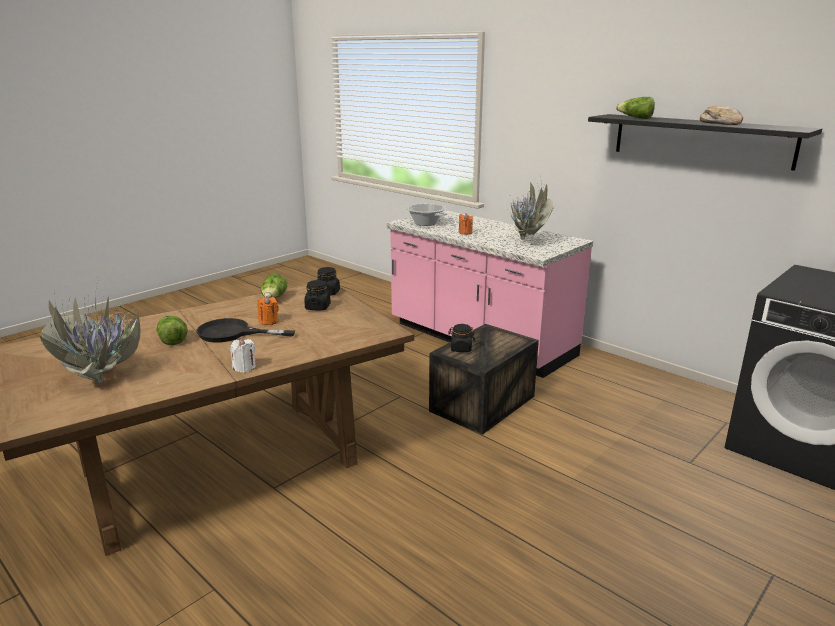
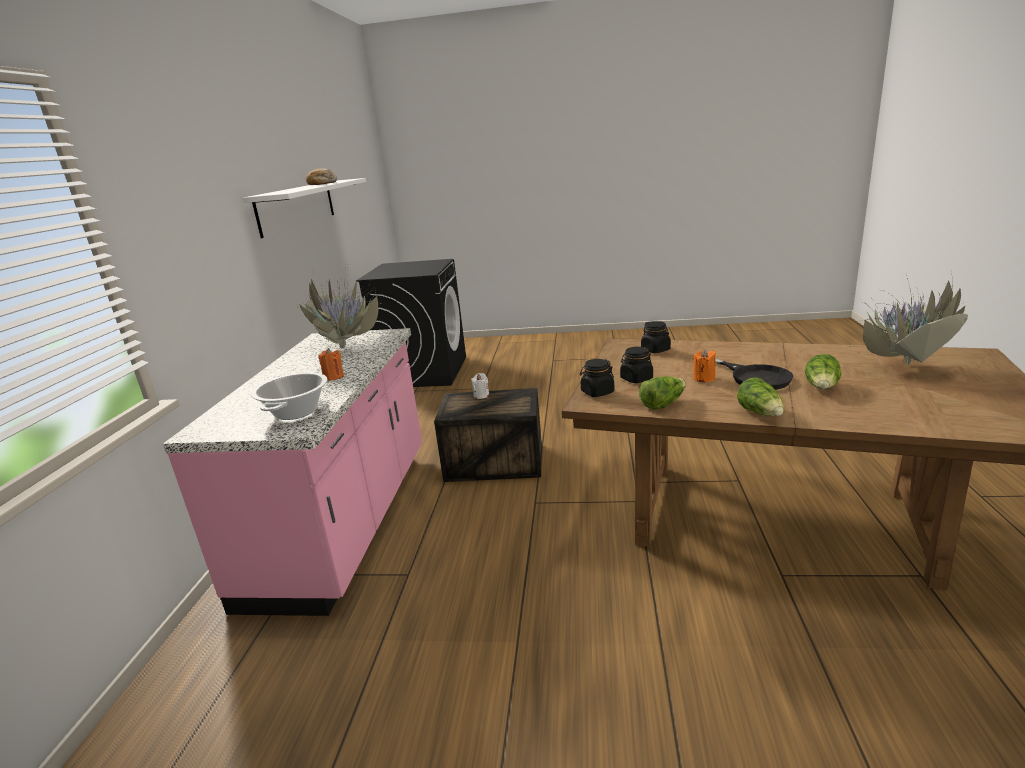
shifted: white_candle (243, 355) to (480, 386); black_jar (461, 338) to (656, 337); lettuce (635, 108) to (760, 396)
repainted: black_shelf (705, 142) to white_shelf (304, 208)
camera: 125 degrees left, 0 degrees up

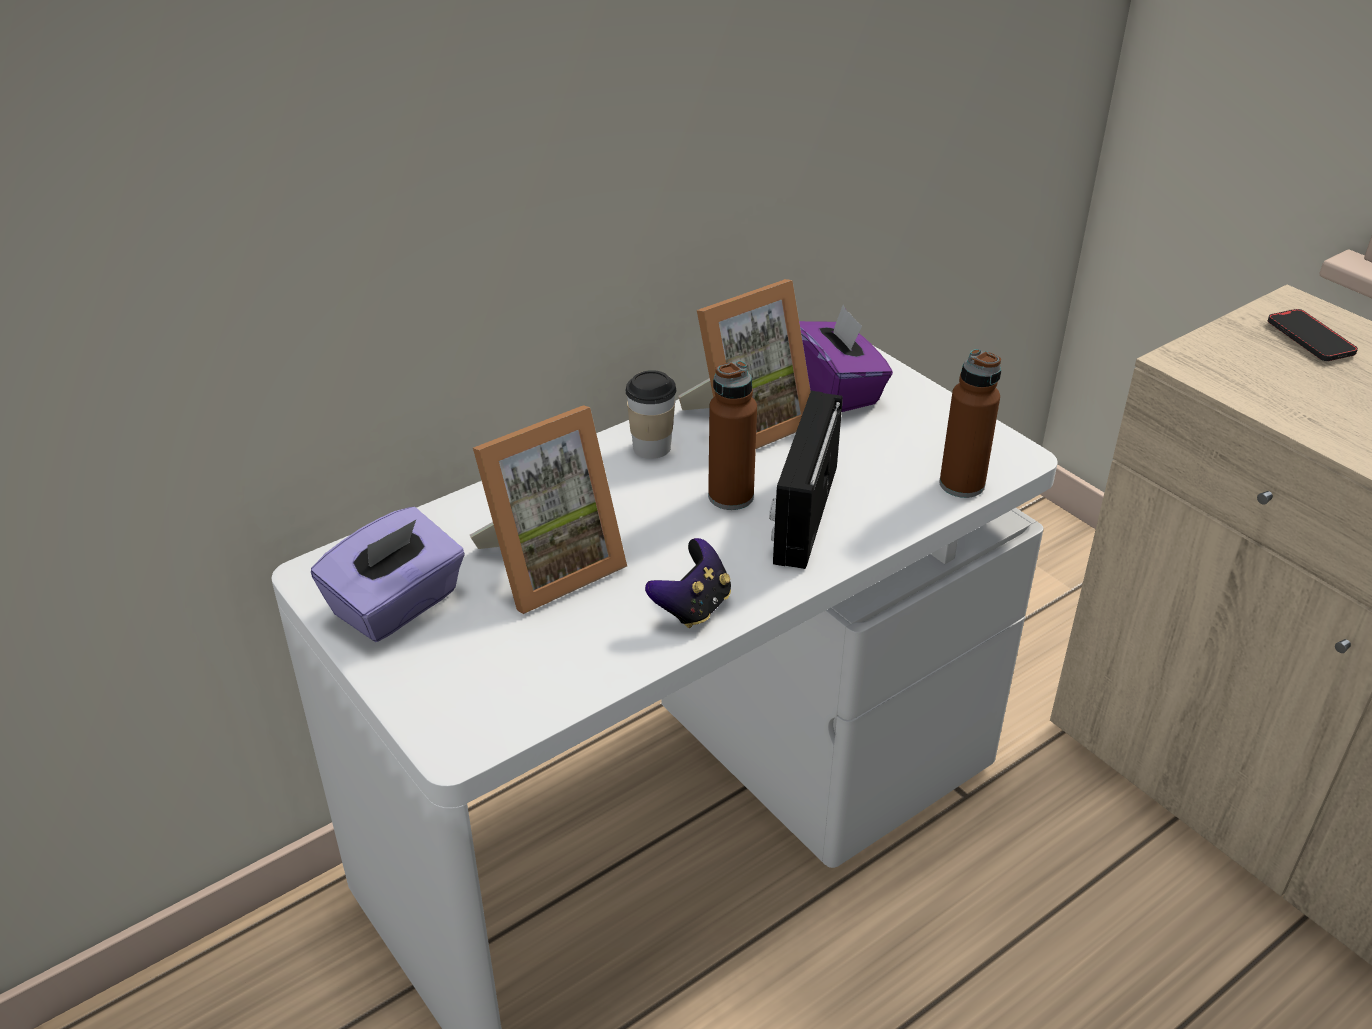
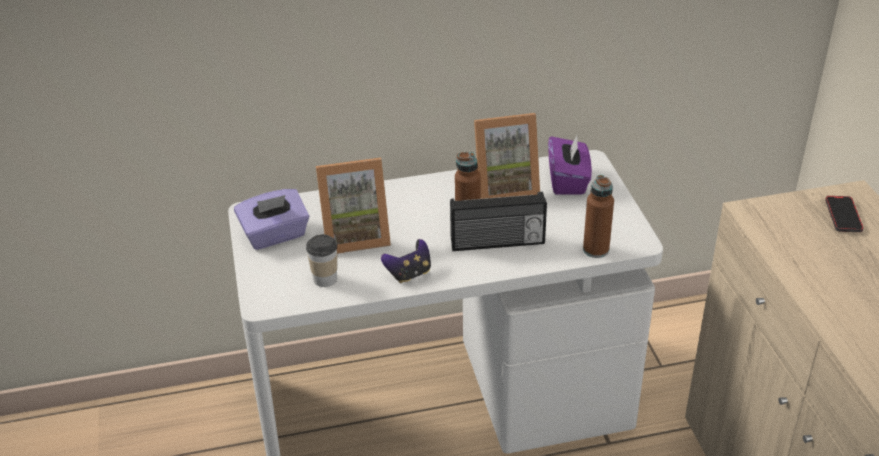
shifted: cup (650, 414) to (321, 260)
rotated: radio (806, 480) = (498, 221) 135 degrees counterclockwise
camera: 25 degrees right, 0 degrees up

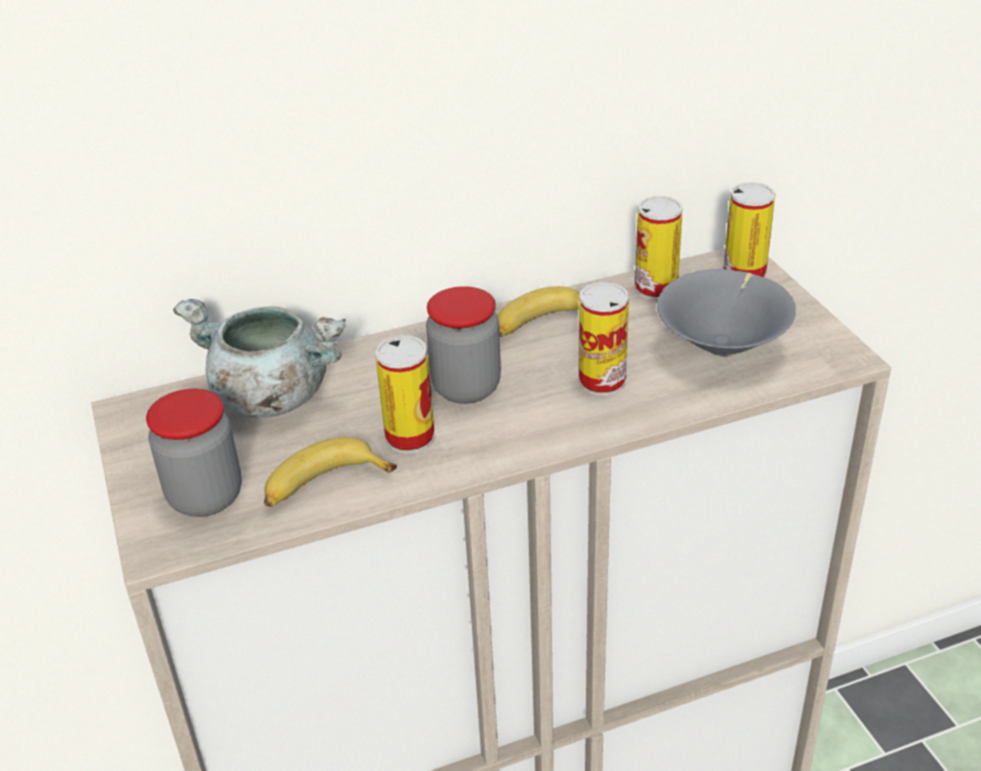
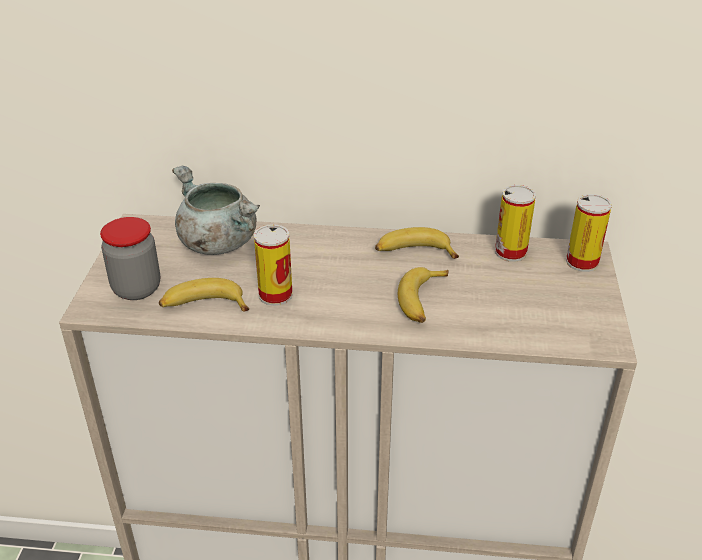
gone: jar (463, 345); grey_bowl (726, 313)
swapped: can (604, 339) to banana (423, 295)
camera: 25 degrees right, 0 degrees up

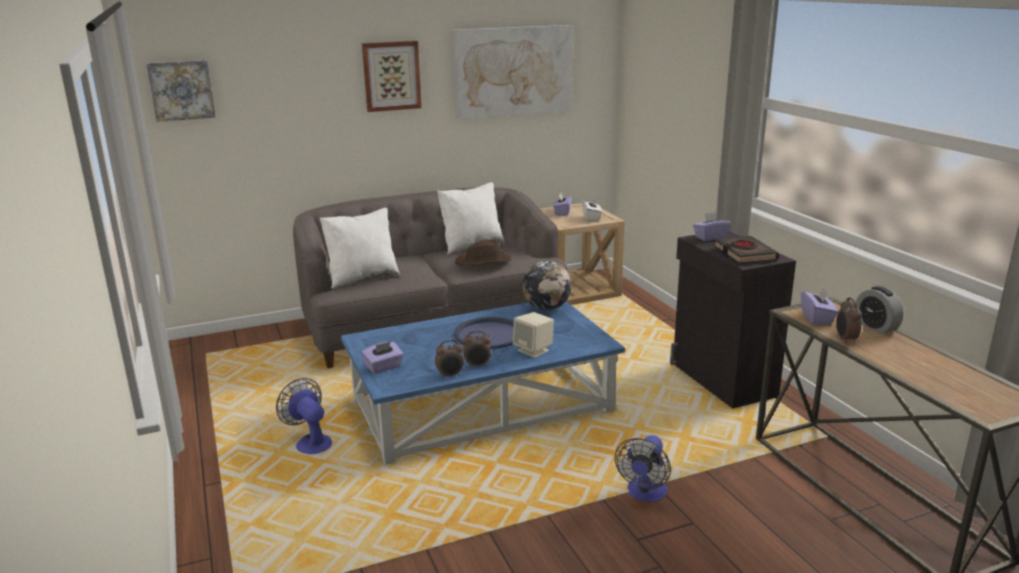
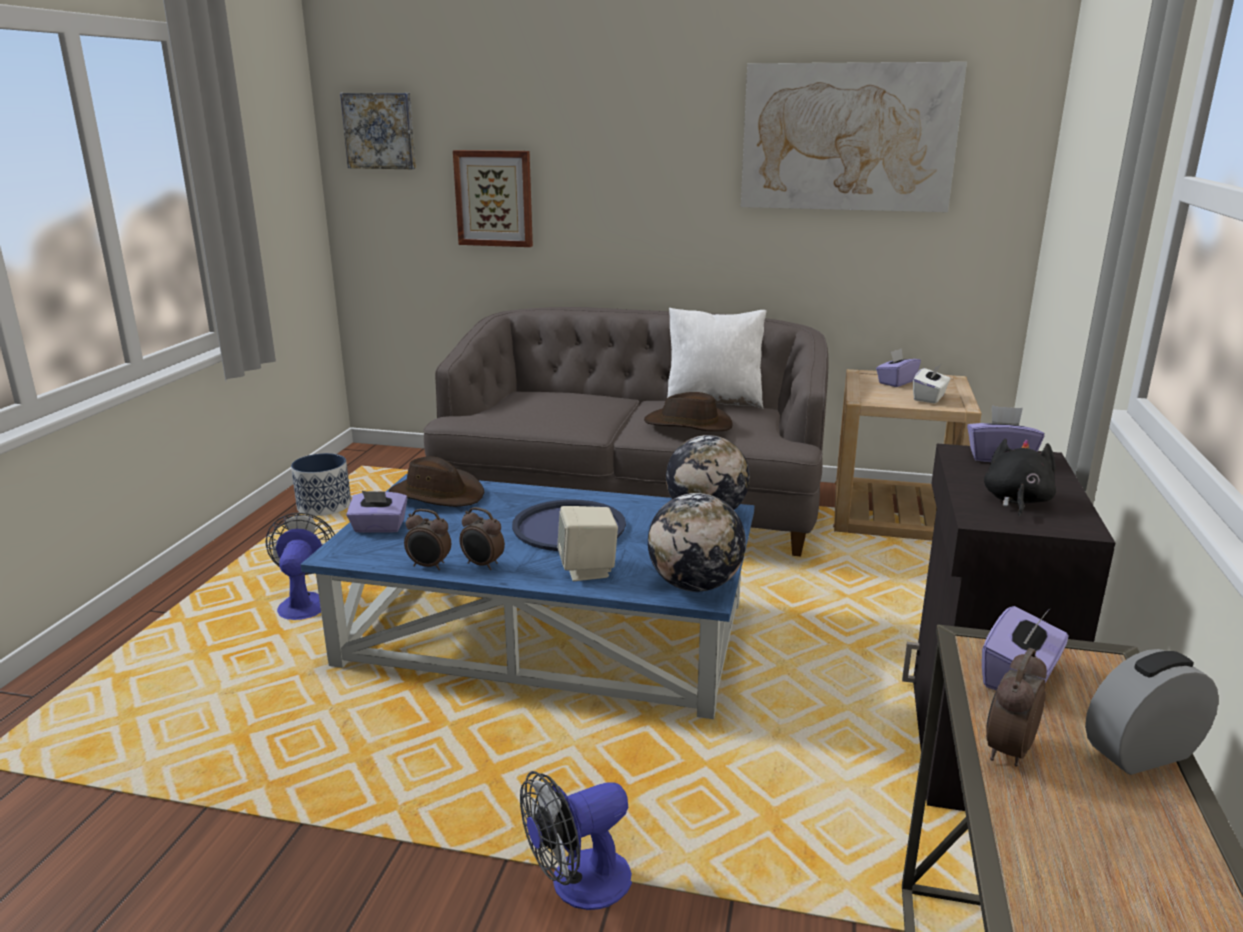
gone: white_pillow (360, 248)
new: planter (321, 484); brown_hat (436, 481); globe (697, 542)
shifted: picture (392, 76) to (493, 198)
swapped: black_book (746, 249) to black_plush_toy (1020, 478)
rotated: alarm_clock (880, 310) = (1152, 712) 60 degrees clockwise
camera: 35 degrees right, 0 degrees up

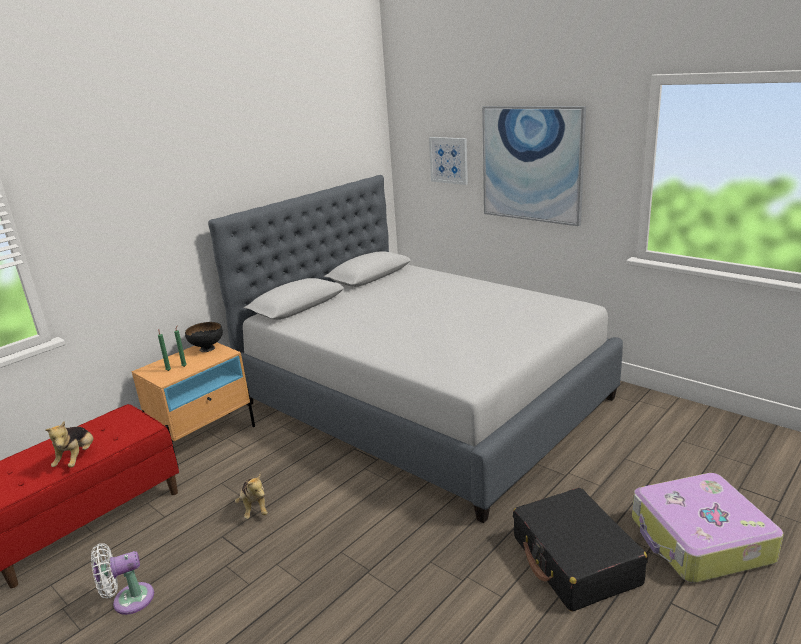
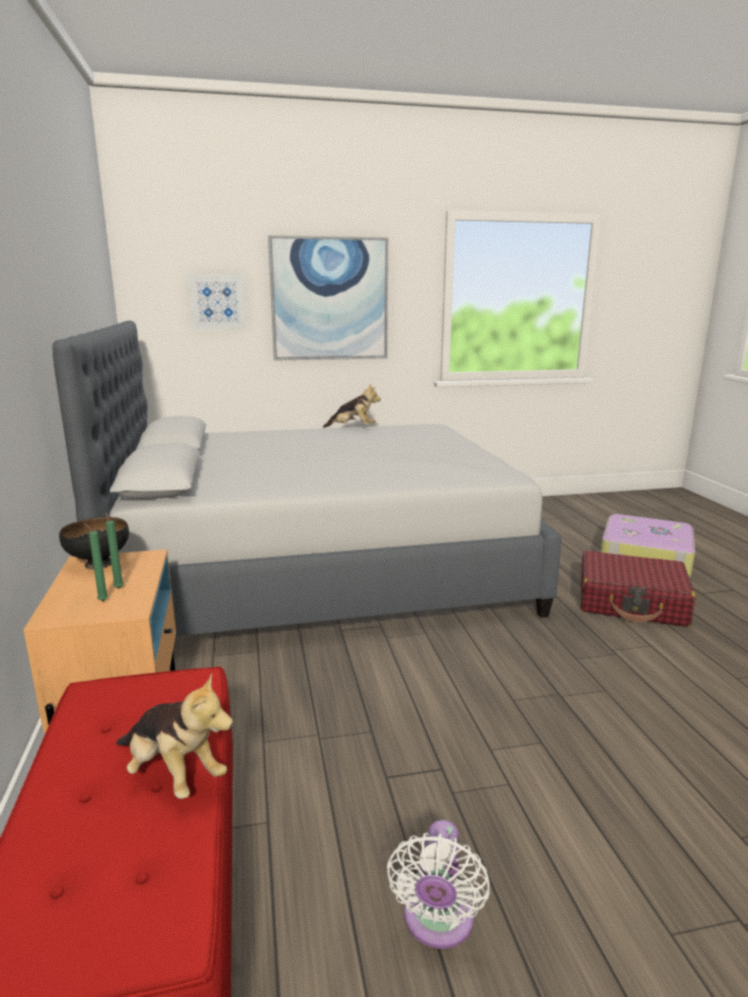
shifted: plush_toy (251, 496) to (352, 406)
repainted: black_suitcase (580, 550) to red_suitcase (638, 588)
camera: 55 degrees left, 5 degrees down

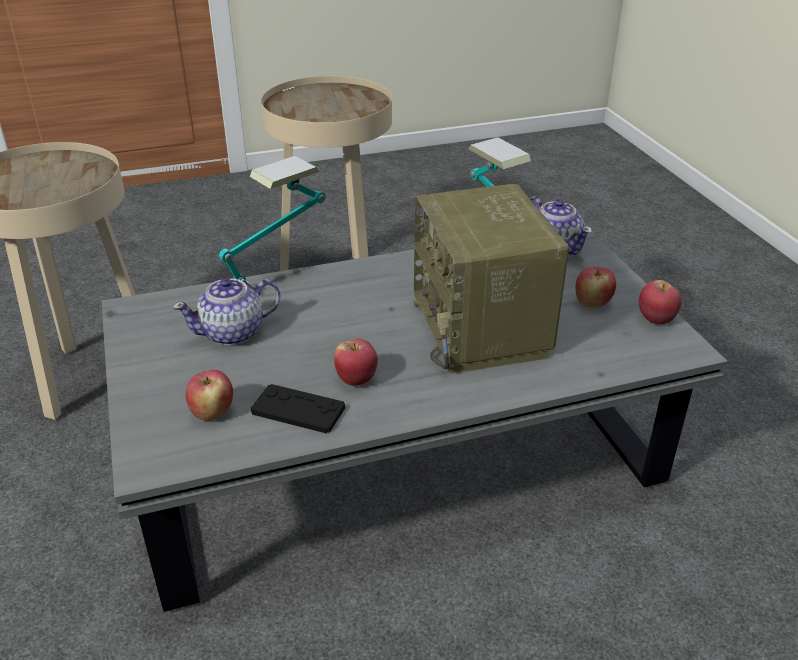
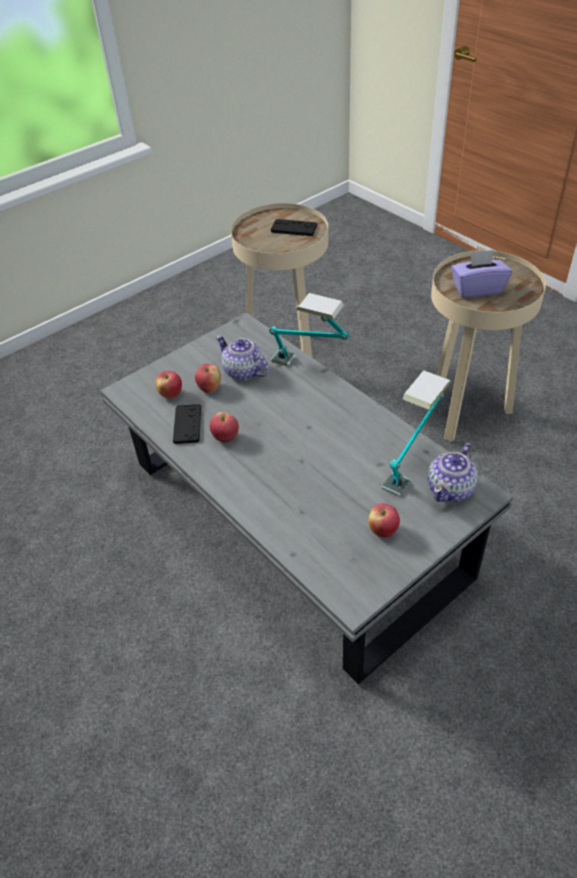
gone: radio (491, 279)
new: black_game_controller (294, 227); purple_tissue_box (481, 274)
shifted: apple (660, 302) to (208, 378)
camera: 70 degrees right, 10 degrees up

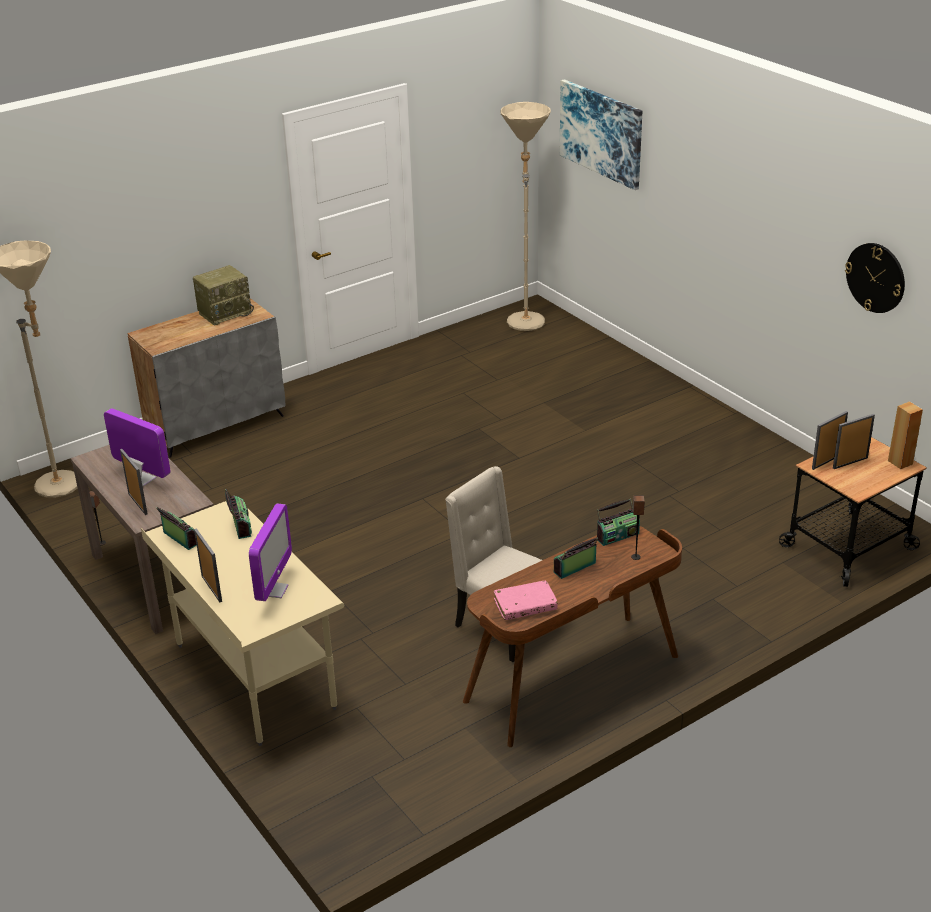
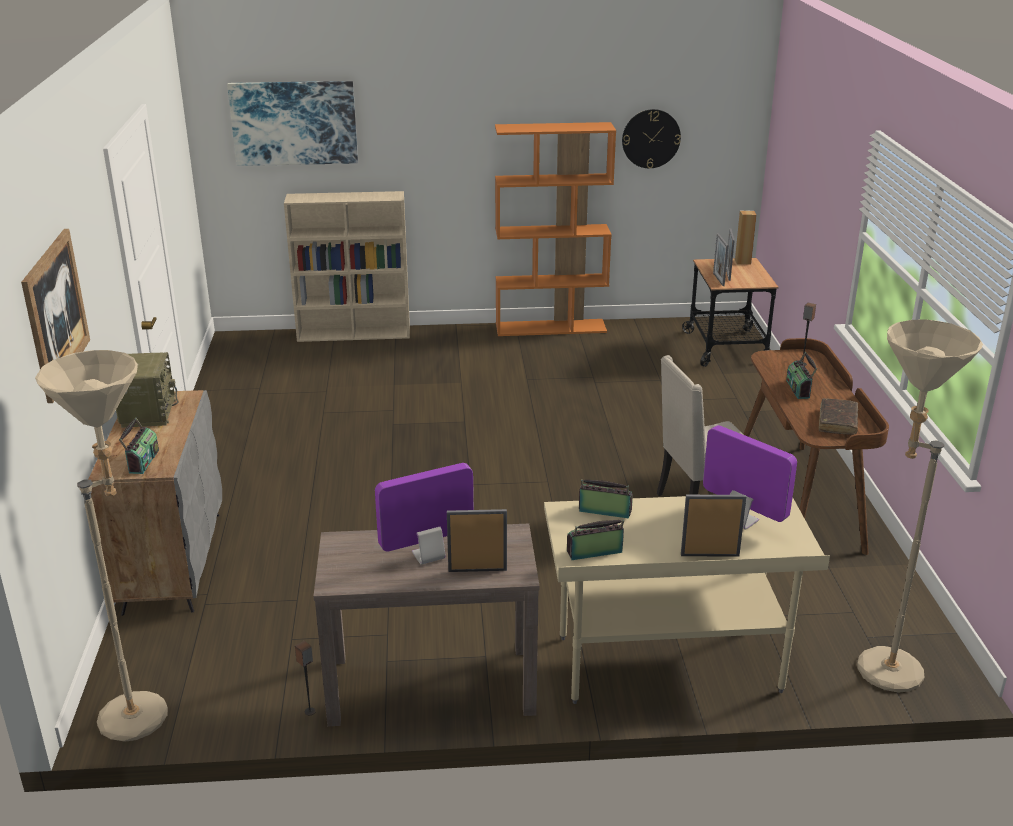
new: picture (55, 316); beige_bookcase (347, 266); orange_bookcase (555, 229)
shifted: beige_floor_lamp (525, 216) to (920, 506); radio (618, 522) to (139, 446)
repainted: pink_book (526, 600) to brown_book (838, 416)
camera: 60 degrees left, 5 degrees down

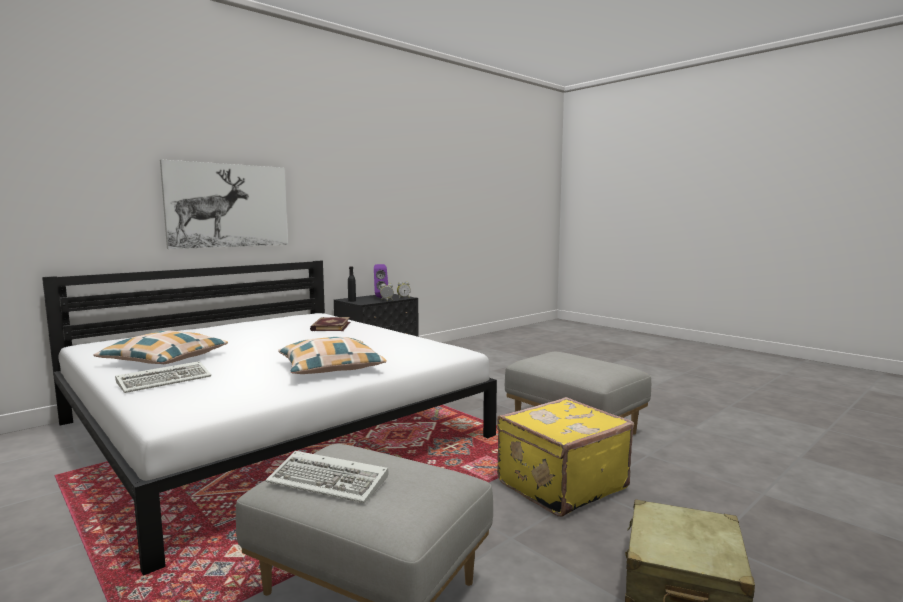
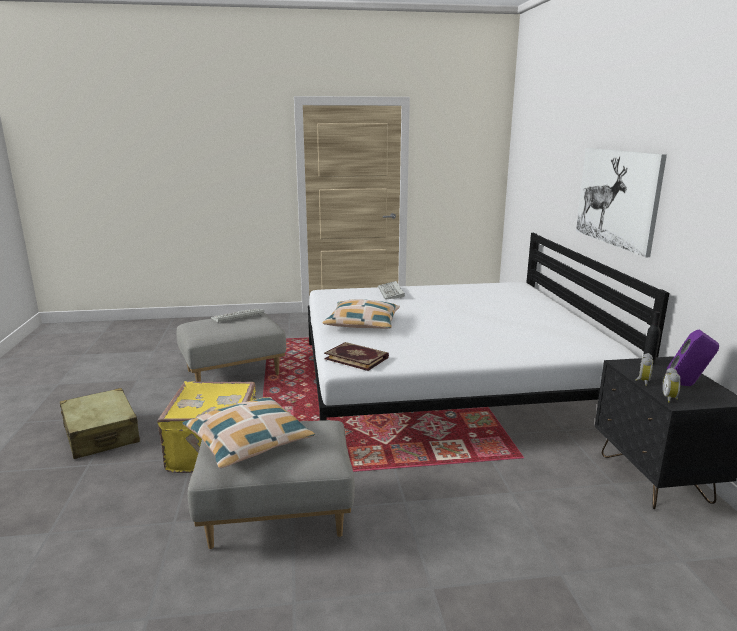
shifted: pillow (160, 347) to (249, 432); book (330, 324) to (356, 356)
camera: 125 degrees right, 10 degrees up

